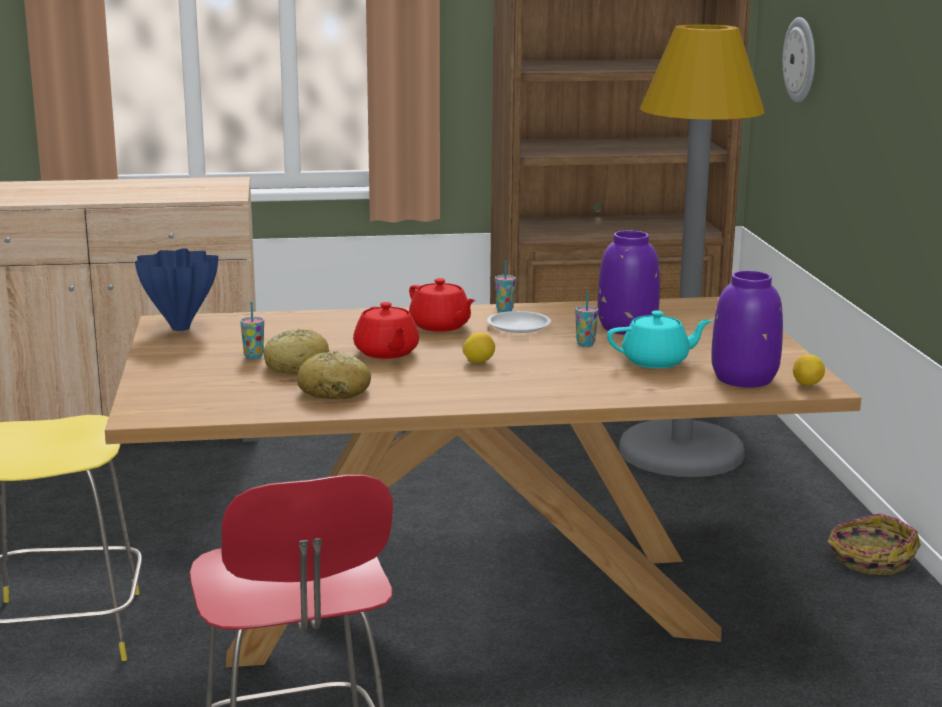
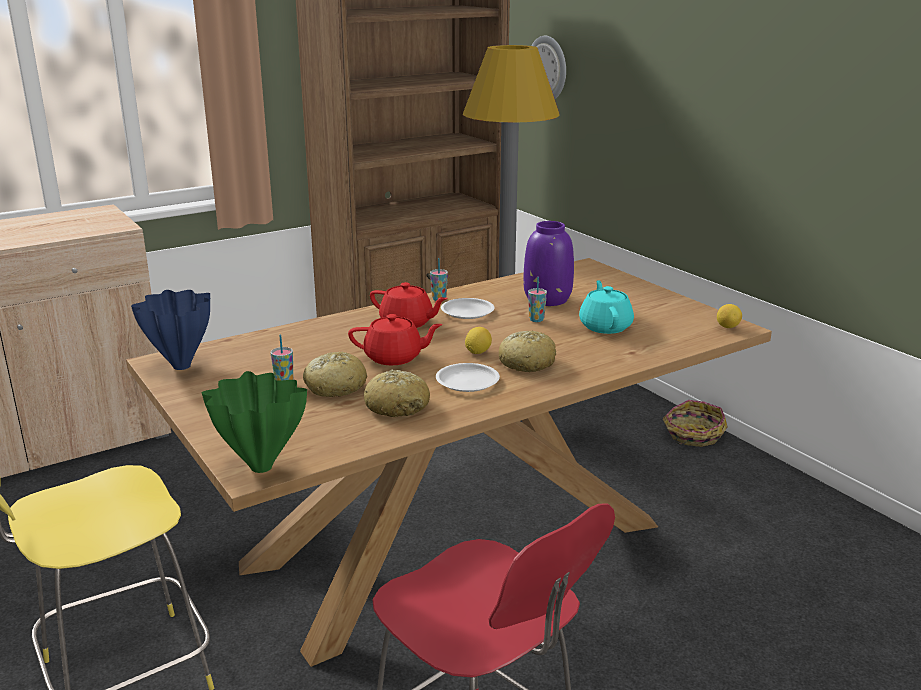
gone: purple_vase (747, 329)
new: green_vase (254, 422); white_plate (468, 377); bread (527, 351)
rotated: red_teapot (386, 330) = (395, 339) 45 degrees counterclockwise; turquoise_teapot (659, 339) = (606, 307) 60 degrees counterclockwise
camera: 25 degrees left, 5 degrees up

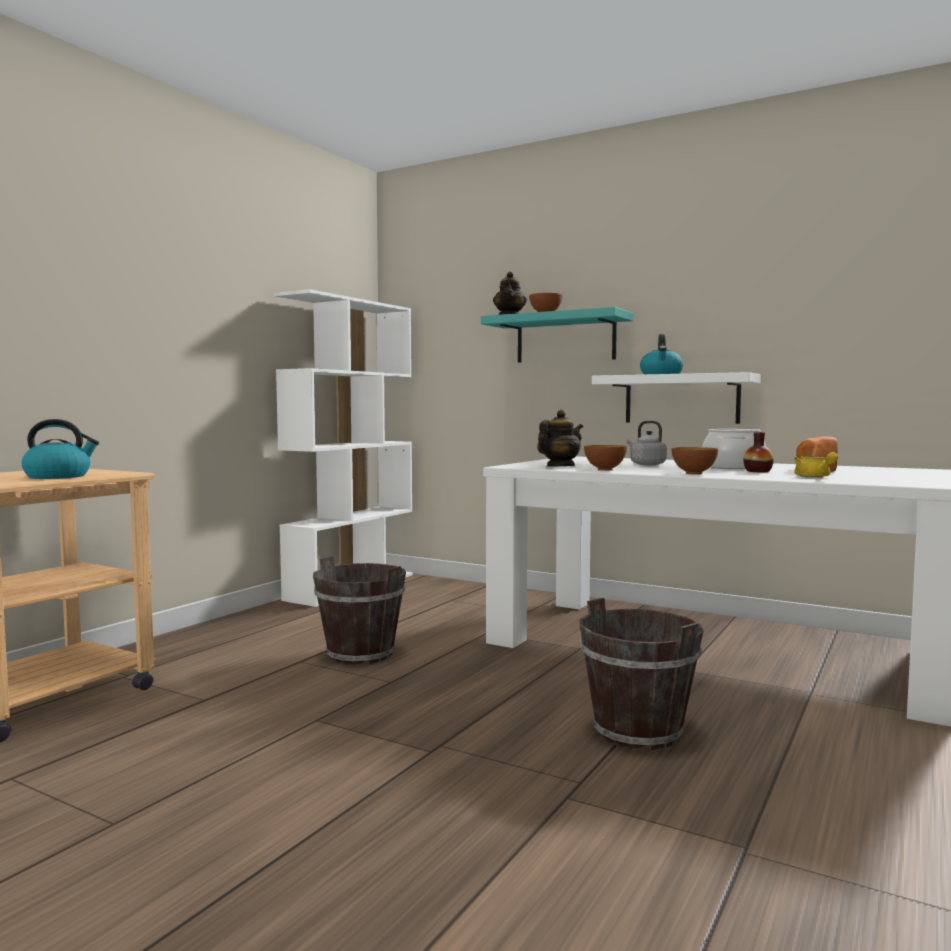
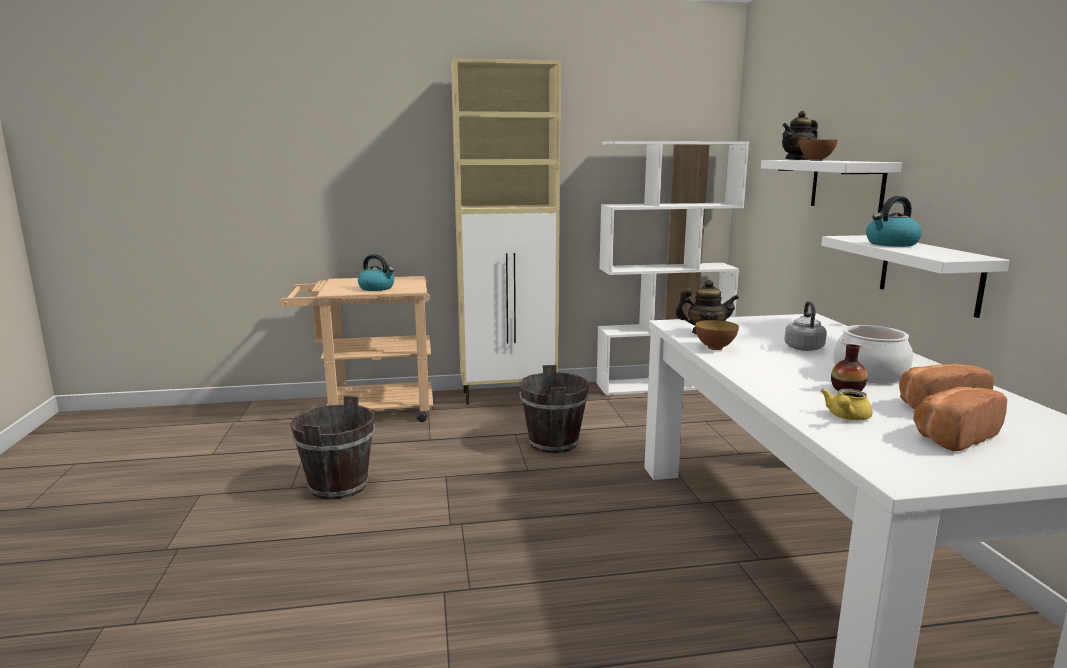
gone: bowl (695, 461)
new: beige_cabinet (506, 231); bread (960, 419)
shifted: brown_bucket (642, 674) to (332, 448)
repainted: turquoise_shelf (557, 335) to white_shelf (831, 186)
camera: 50 degrees right, 10 degrees up

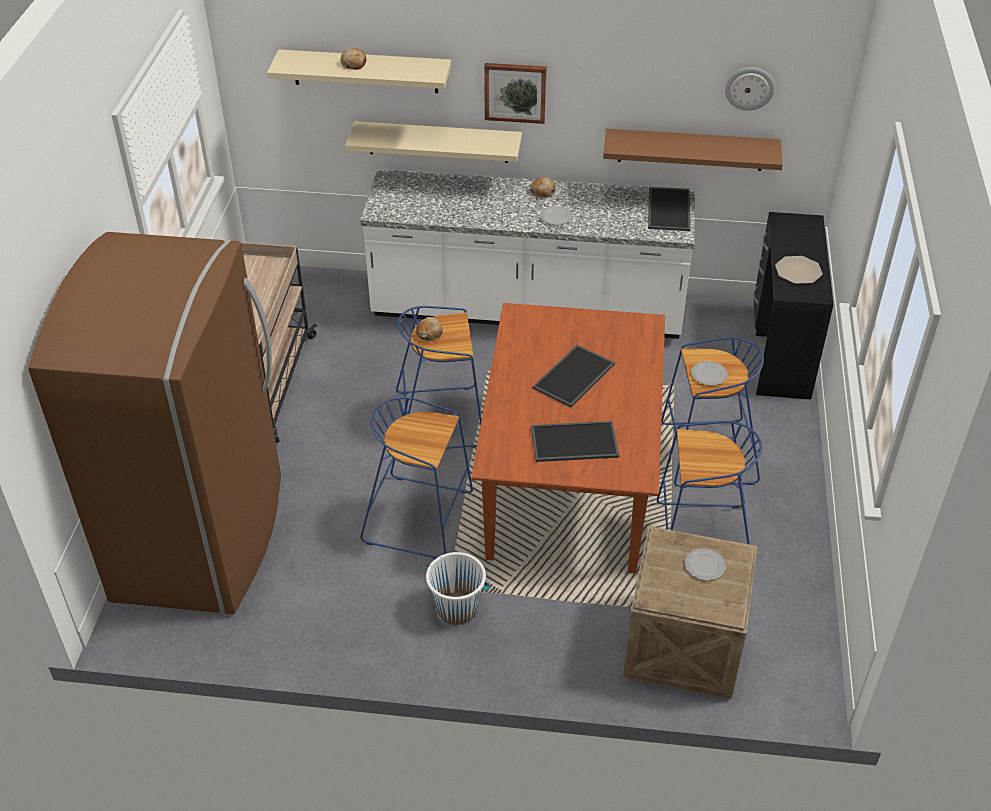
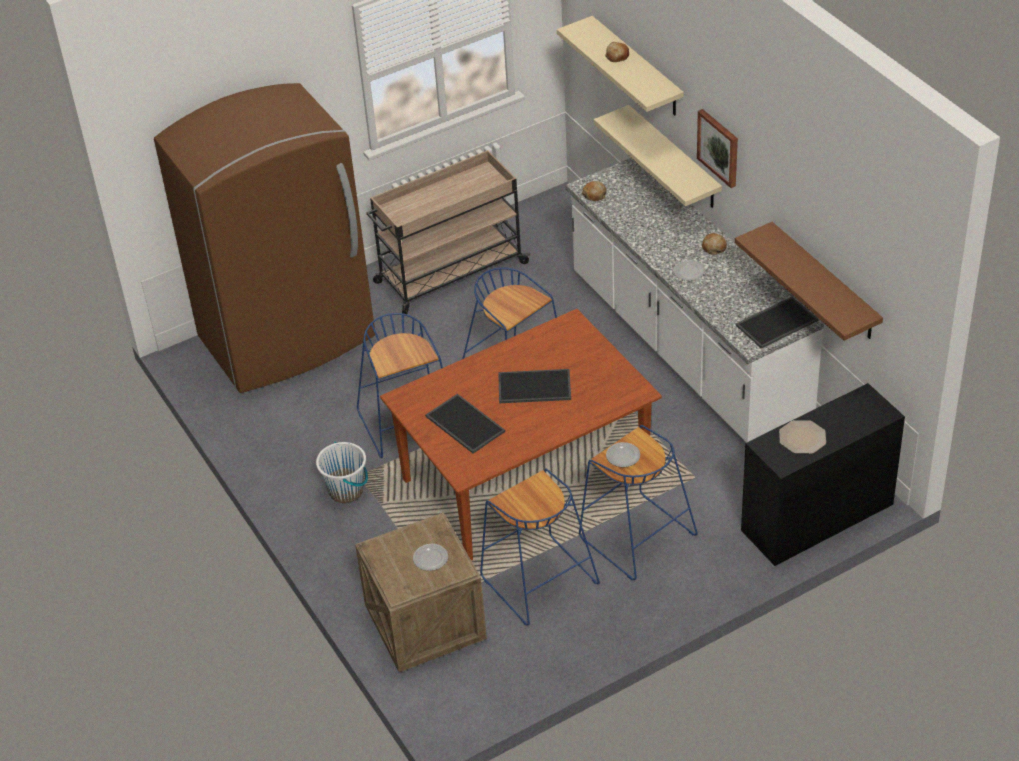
gone: wall_clock (750, 89)
shifted: bread (429, 329) to (594, 191)
camera: 55 degrees right, 0 degrees up

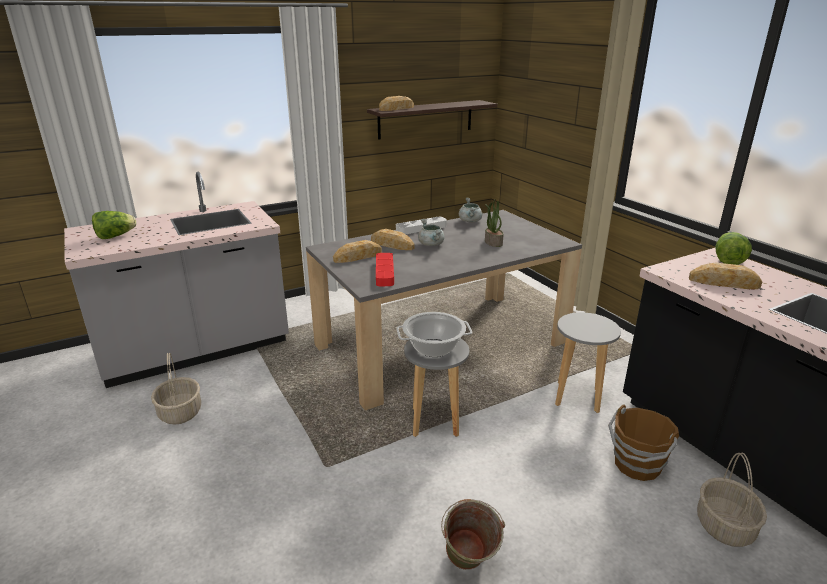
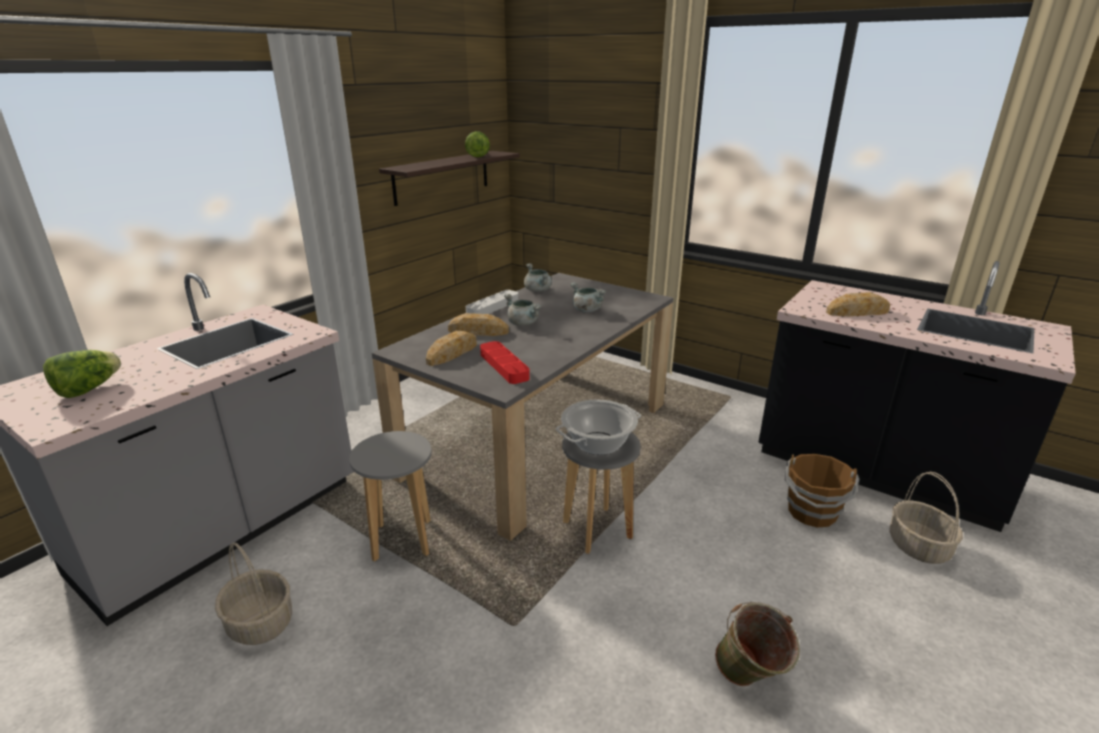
gone: bread (396, 103)
shifted: grey_stool (588, 362) to (390, 496); lettuce (733, 248) to (477, 144)
swapped: potted_plant (494, 223) to grey_cooking_pot (588, 297)
camera: 25 degrees left, 0 degrees up

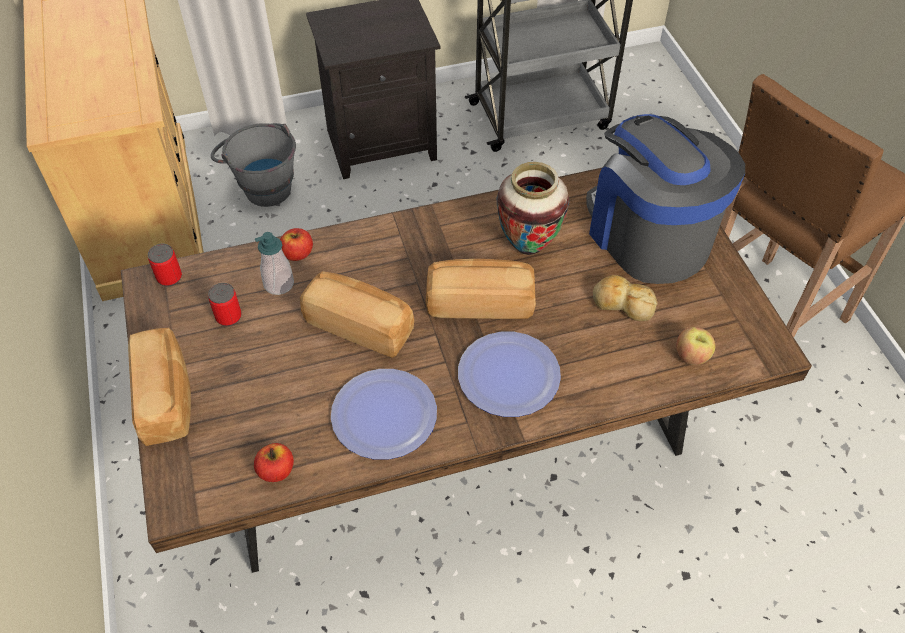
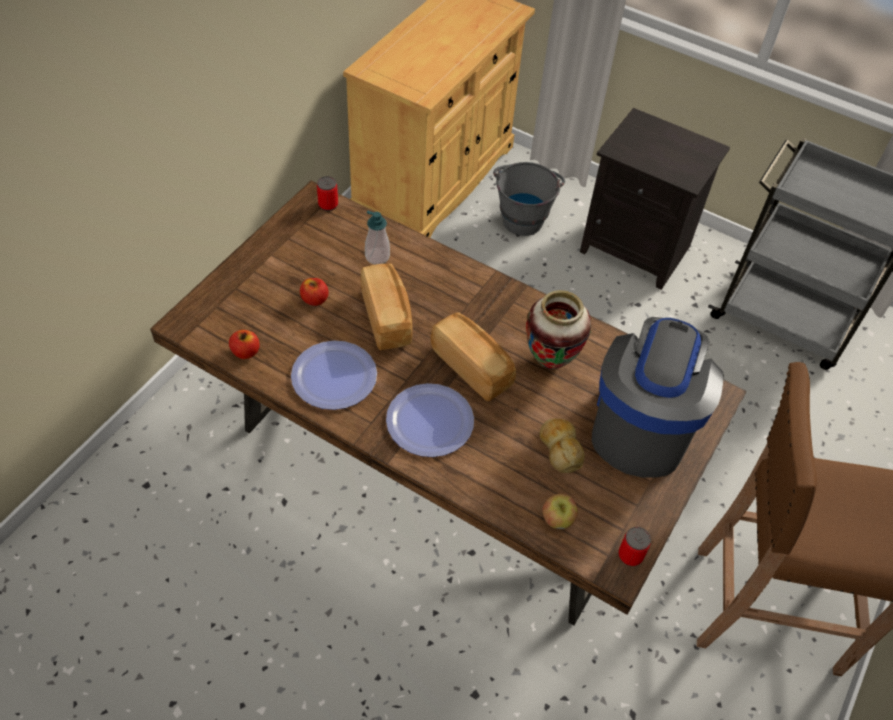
gone: bread (159, 387)
shifted: can (224, 304) to (634, 546); apple (296, 244) to (314, 292)
camera: 45 degrees right, 0 degrees up

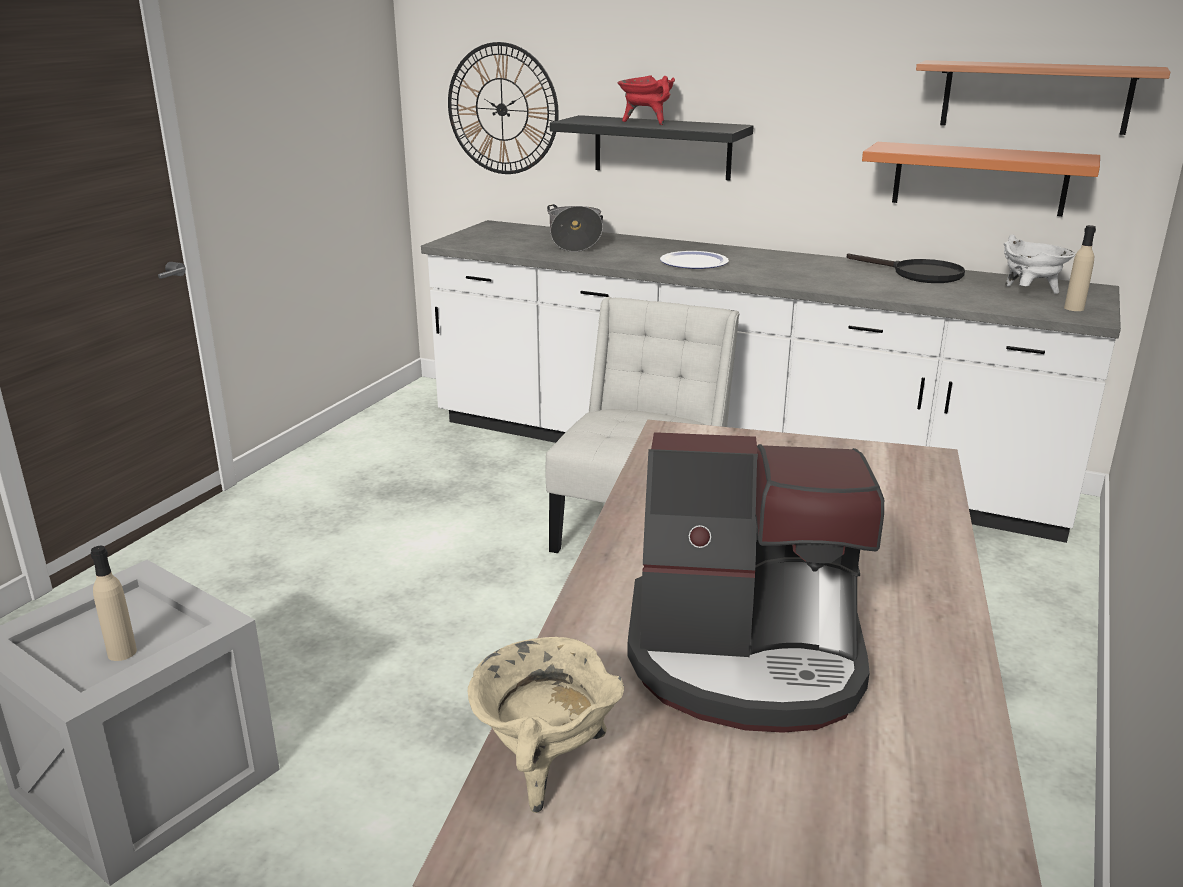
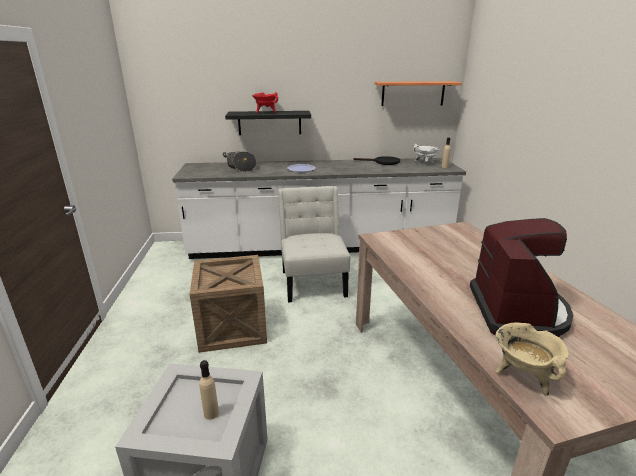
gone: wall_clock (503, 108); orange_shelf (981, 179)
new: crate (228, 304)
rotated: coffee_machine (755, 582) = (521, 277) 60 degrees counterclockwise
camera: 30 degrees left, 0 degrees up

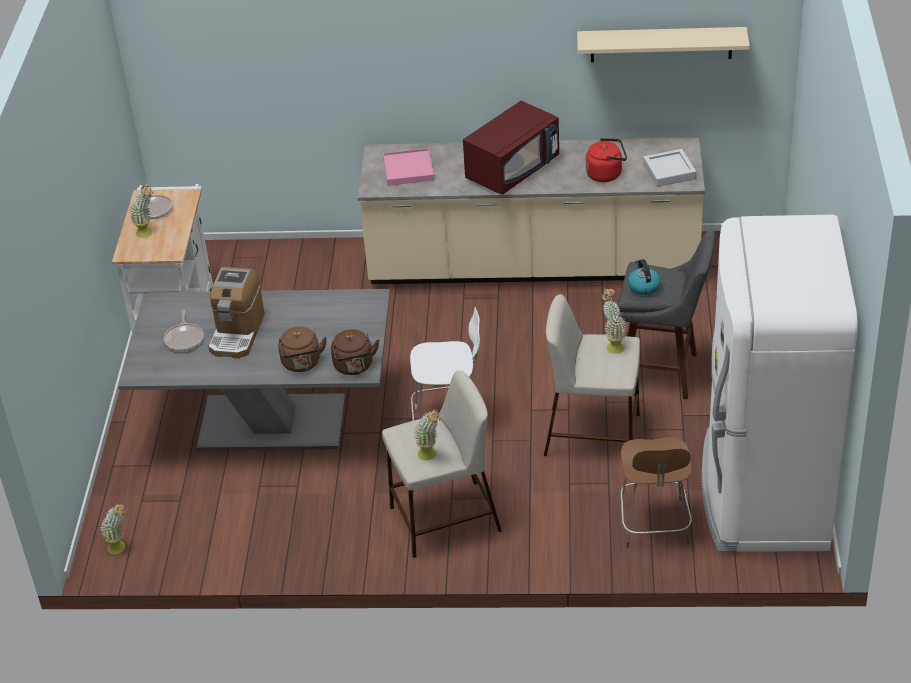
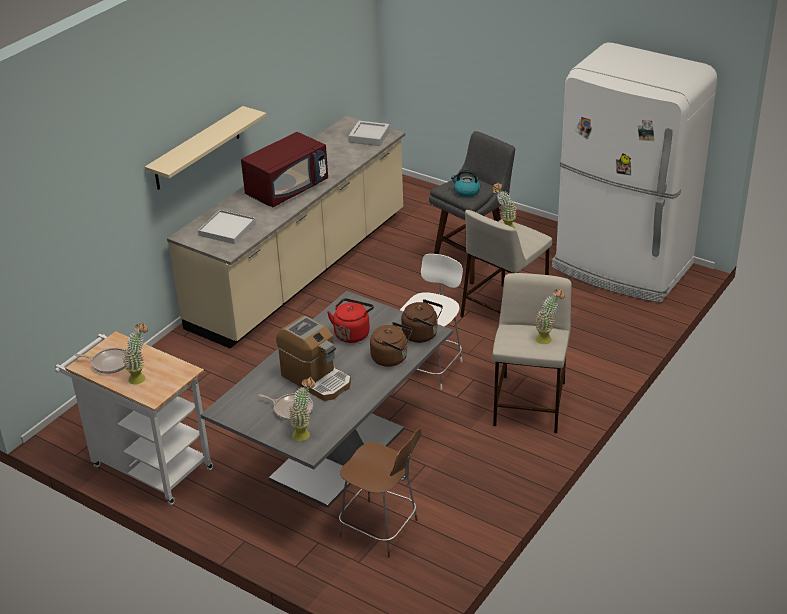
shifted: potted_plant (113, 528) to (302, 408); beige_shelf (663, 44) to (206, 148); red_kettle (606, 160) to (350, 320); brown_chair (656, 492) to (380, 493)
repainted: pink_tray (408, 167) to white_tray (227, 227)
rotated: red_microwave (511, 148) = (284, 169) 60 degrees clockwise
camera: 60 degrees left, 5 degrees down

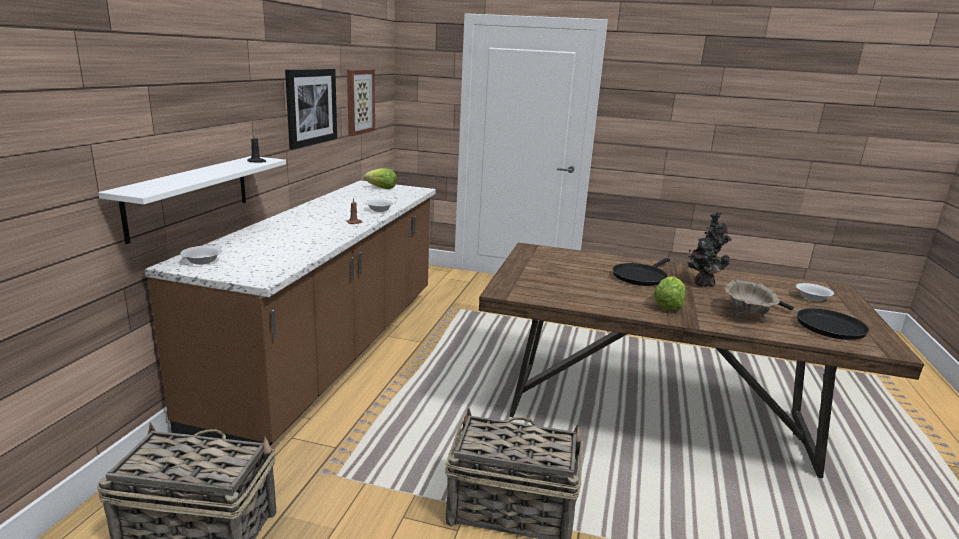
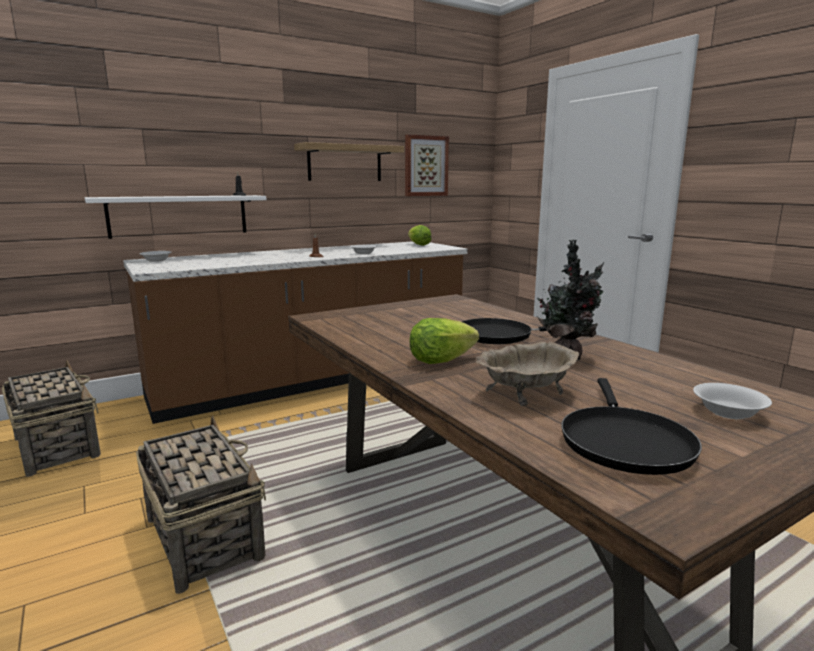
swapped: picture (311, 109) to shelf (349, 161)
camera: 45 degrees right, 5 degrees down

